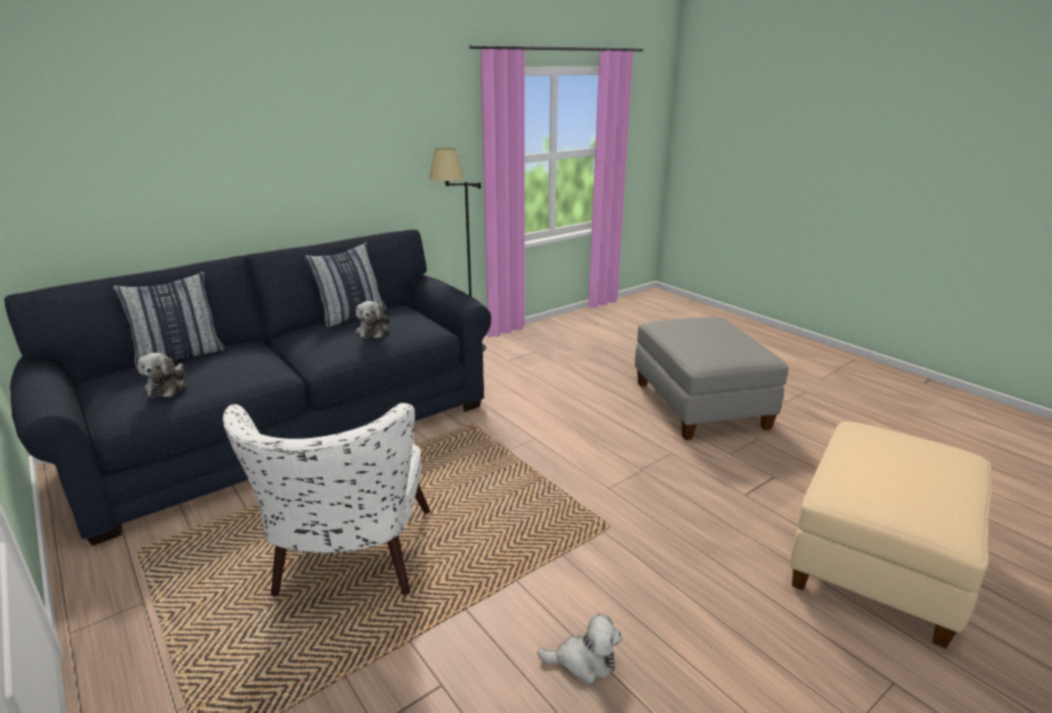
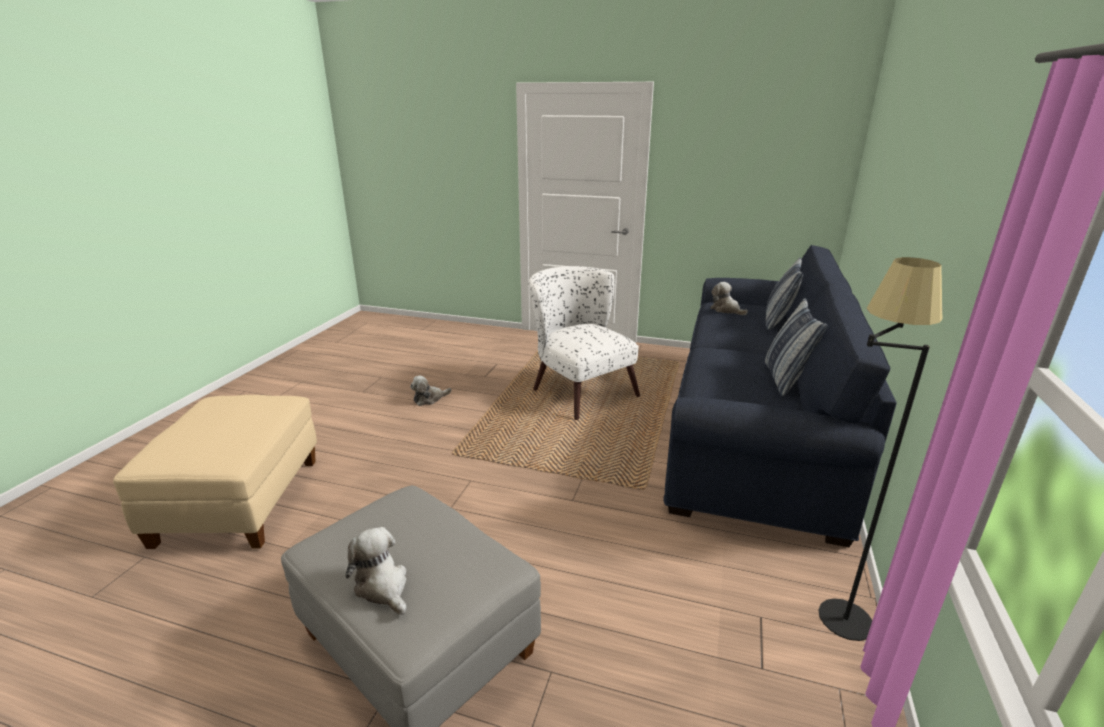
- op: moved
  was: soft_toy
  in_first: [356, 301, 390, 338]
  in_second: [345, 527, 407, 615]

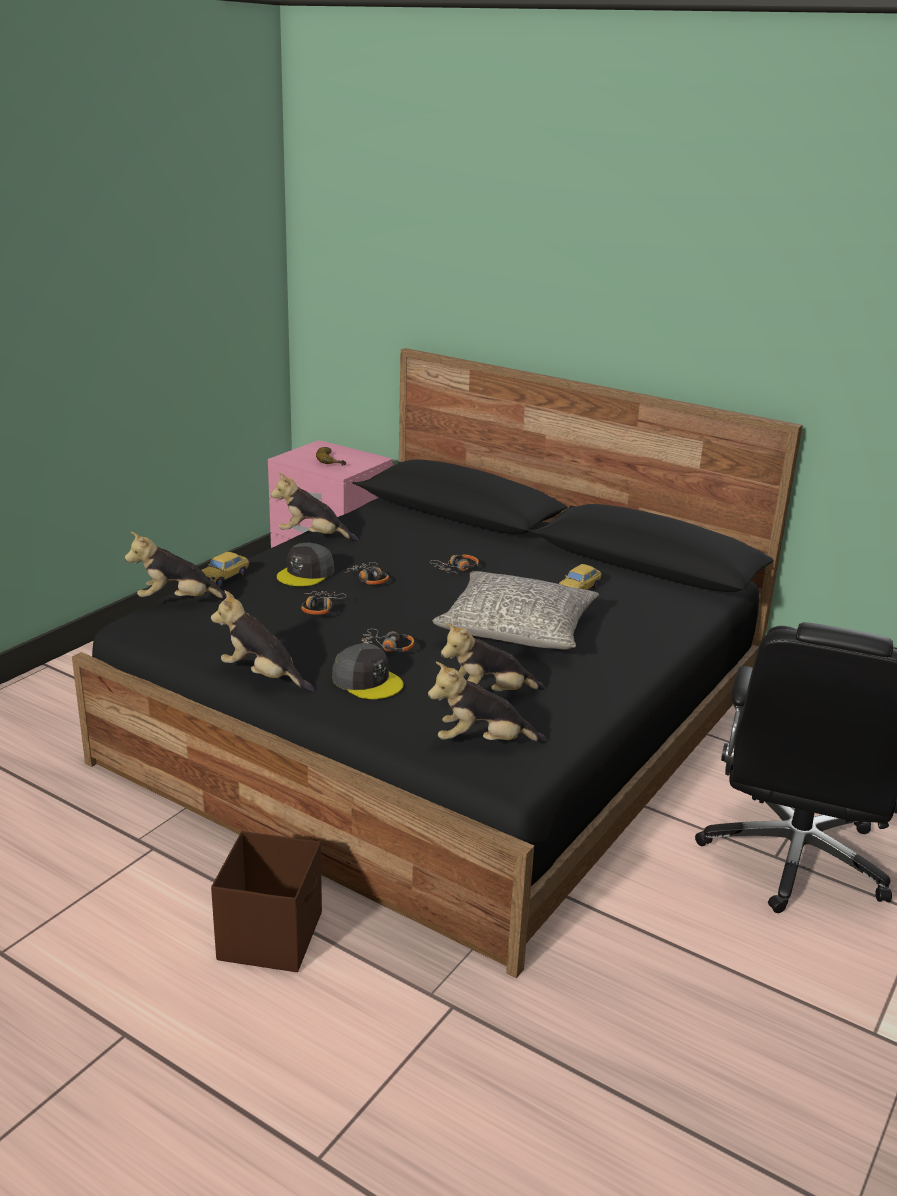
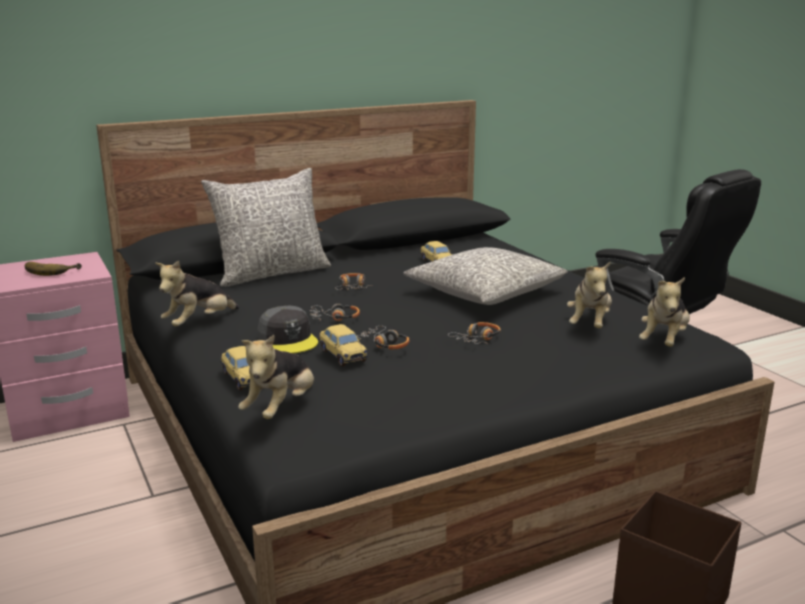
- op: added
  now: gray_cushion
  in_second: [201, 168, 331, 287]
- op: added
  now: miniature_car
  in_second: [318, 324, 368, 367]
- op: removed
  was: soft_toy
  in_first: [211, 590, 314, 692]
- op: removed
  was: gray_peaked_cap
  in_first: [332, 643, 403, 699]

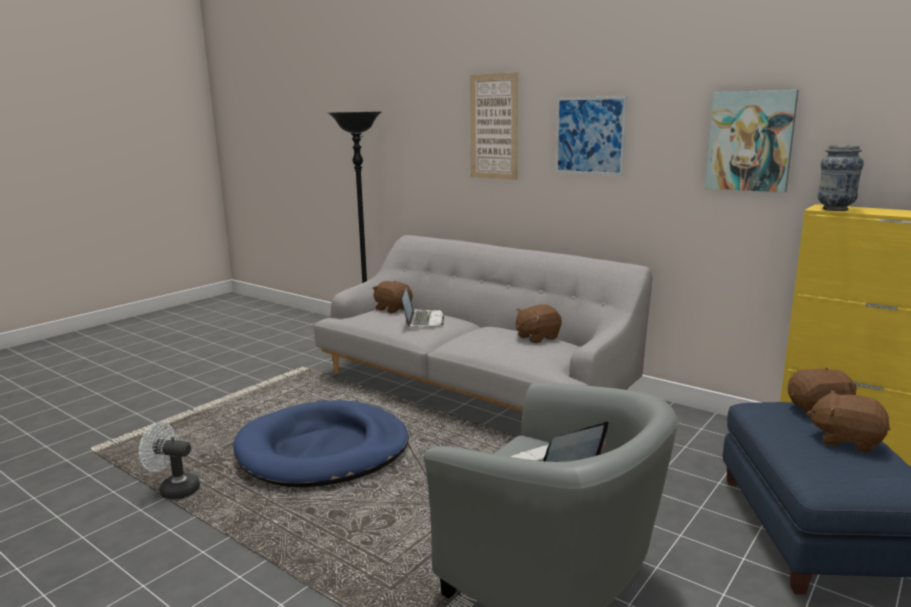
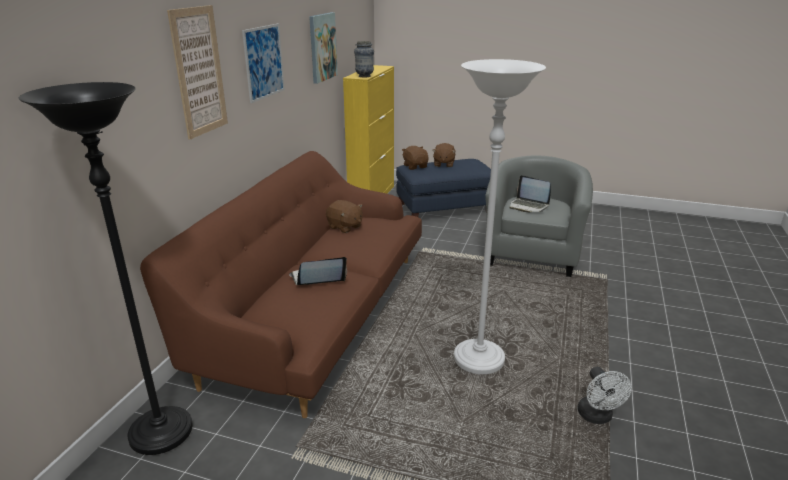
- op: recoloured
  was: gray_settee
  now: brownish_settee
  in_first: [314, 235, 653, 412]
  in_second: [140, 151, 422, 418]
- op: replaced
  was: bluish_pet_bed
  now: white_standard_lamp
  in_first: [233, 400, 409, 487]
  in_second: [454, 59, 546, 375]
- op: removed
  was: brownish_soft_toy
  in_first: [372, 281, 412, 313]

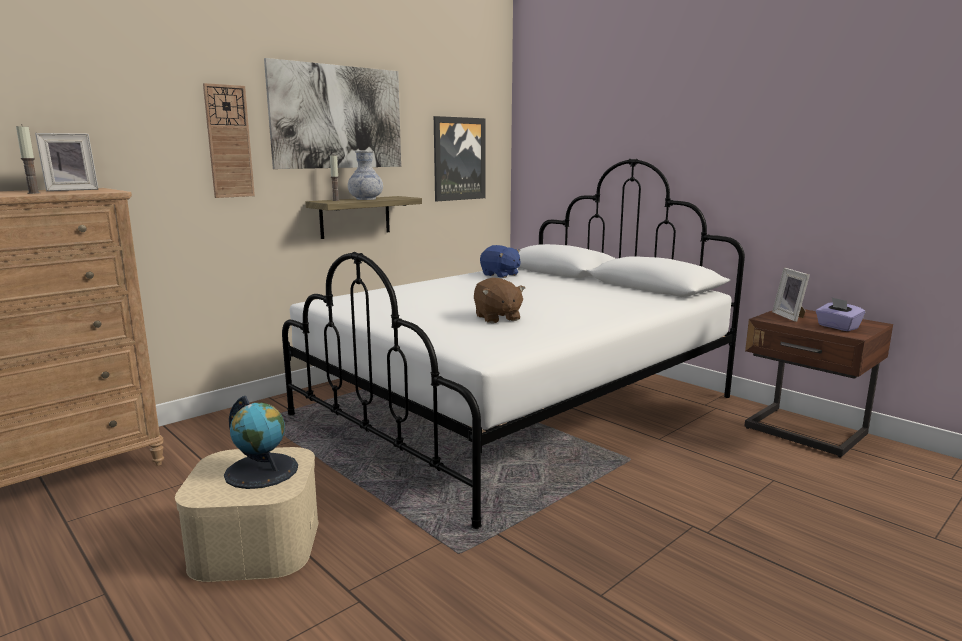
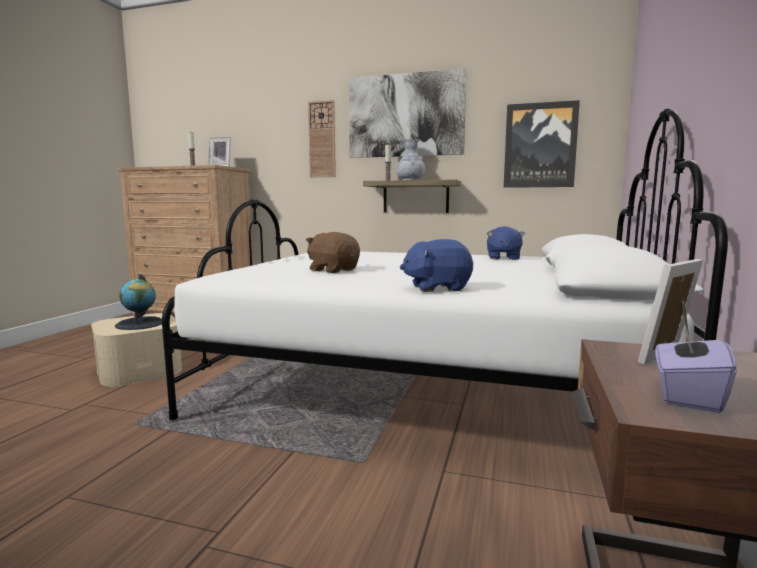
- op: turned
  was: brownish_soft_toy
  in_first: [474, 277, 525, 323]
  in_second: [306, 232, 360, 273]
  clockwise: 90
- op: added
  now: bluish_soft_toy
  in_second: [400, 239, 473, 292]

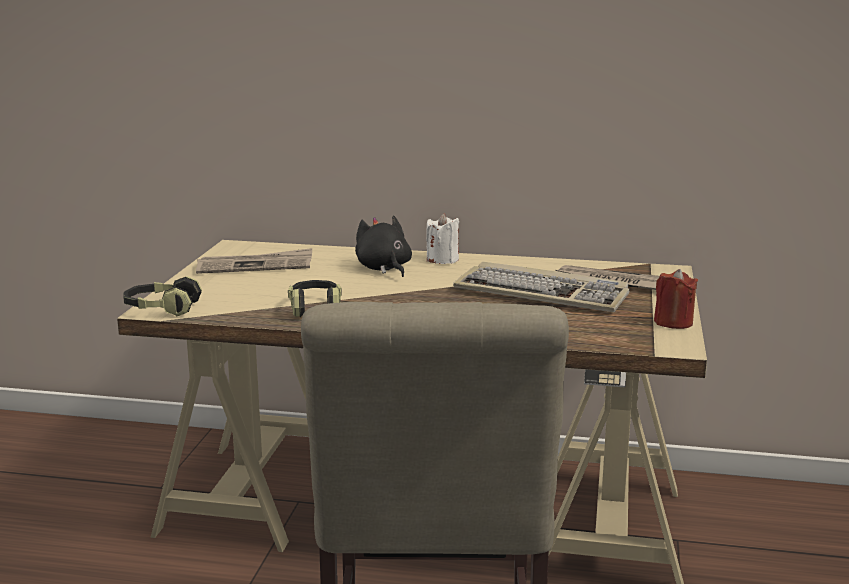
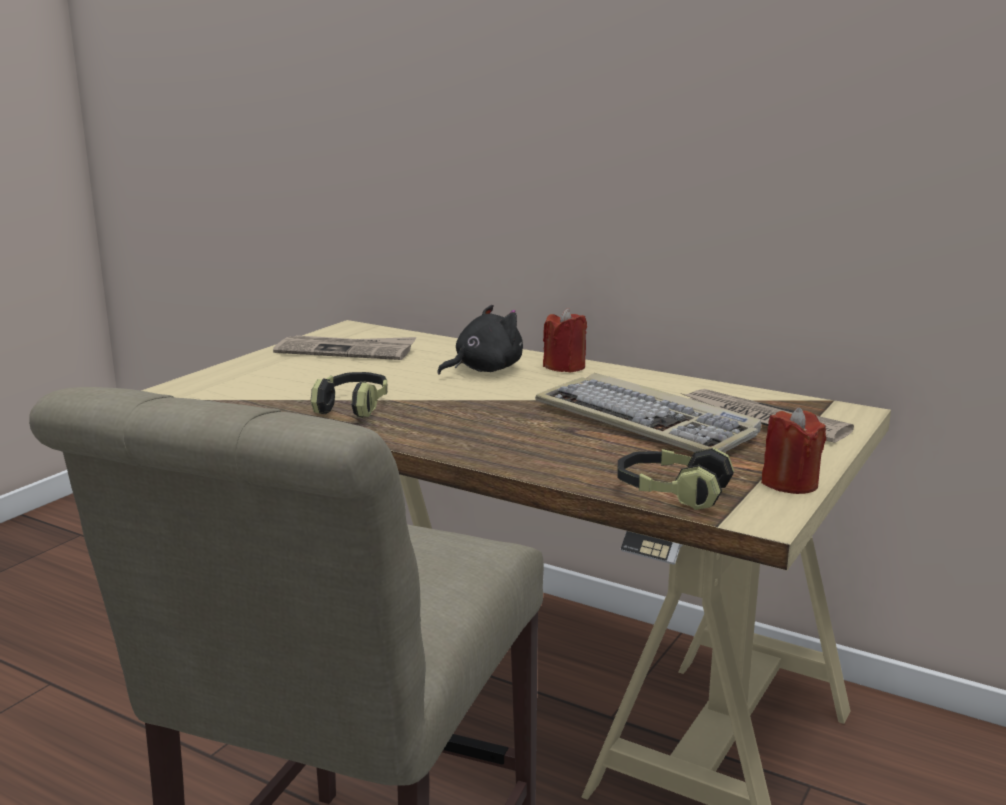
- op: turned
  was: blackish_soft_toy
  in_first: [355, 215, 412, 277]
  in_second: [437, 305, 523, 374]
  clockwise: 60
- op: recoloured
  was: white_wax_light
  now: red-coloured_wax_light
  in_first: [426, 213, 459, 264]
  in_second: [543, 308, 587, 373]
- op: moved
  was: pair_of_headphones
  in_first: [123, 276, 202, 317]
  in_second: [617, 448, 734, 510]

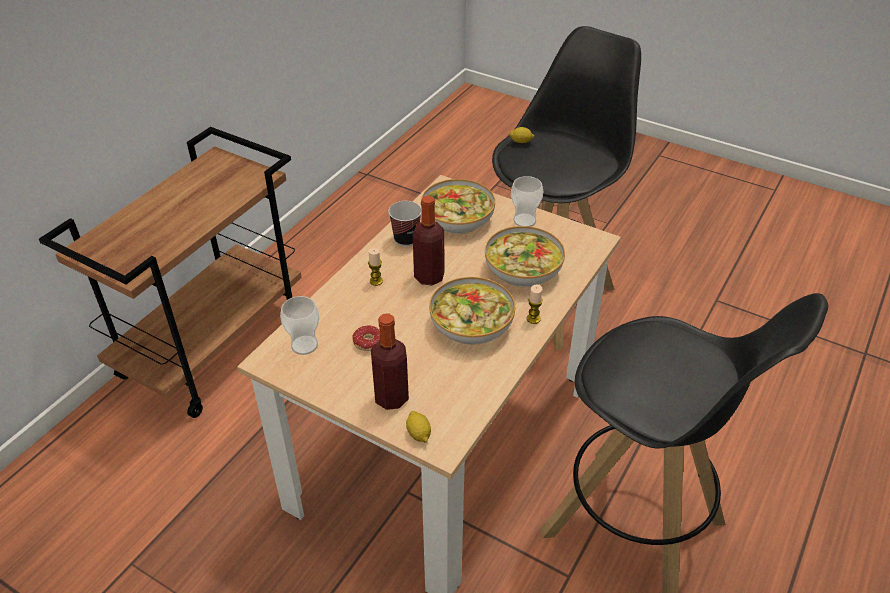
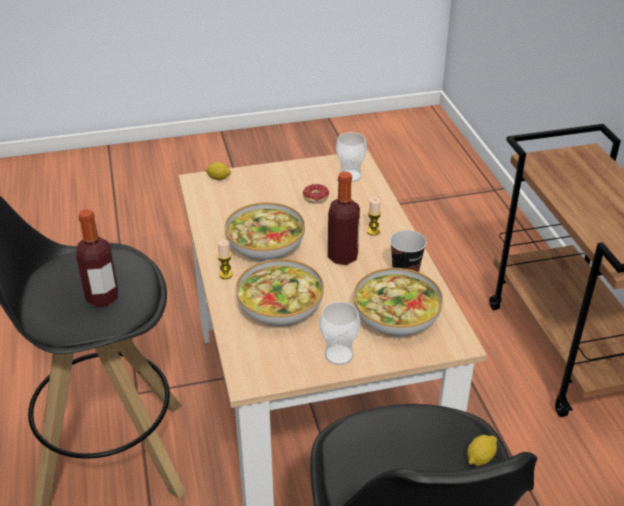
- op: moved
  was: drink_bottle
  in_first: [371, 313, 409, 410]
  in_second: [76, 209, 118, 307]

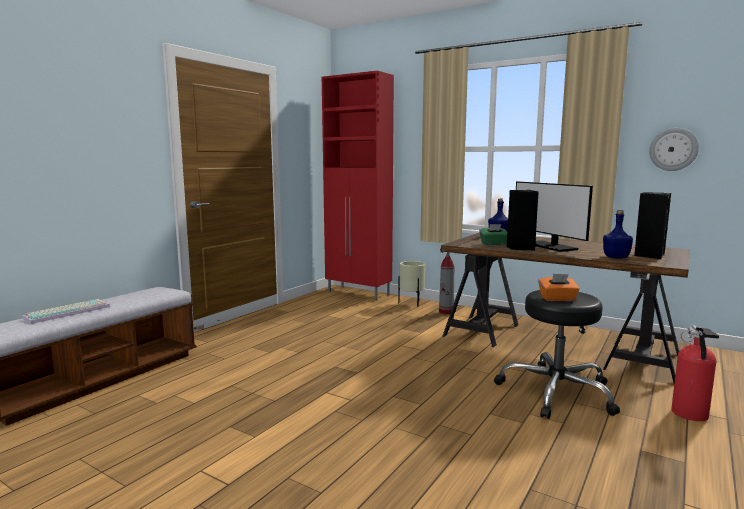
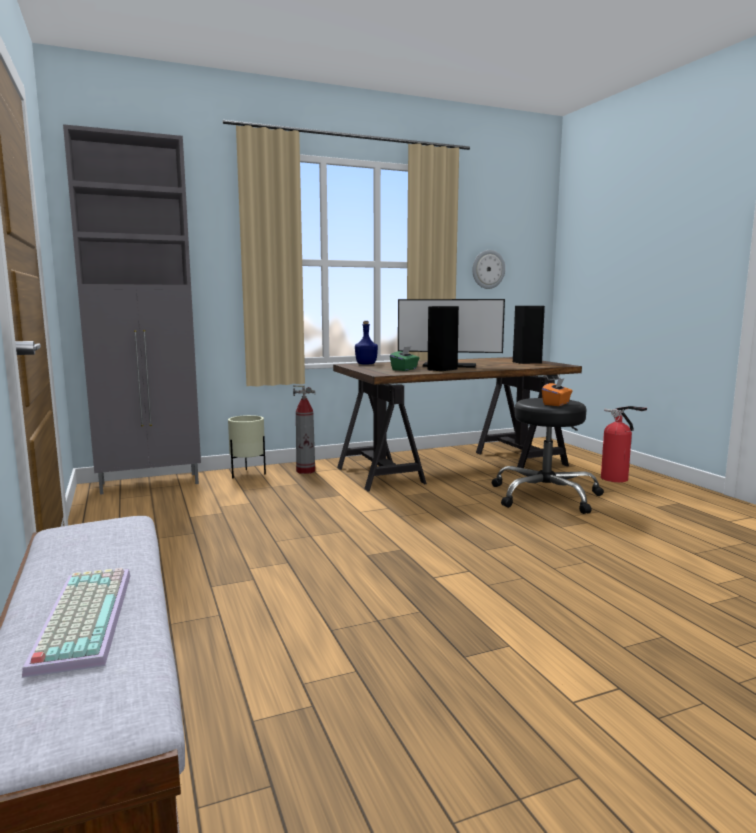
- op: recoloured
  was: red-coloured_storage_cabinet
  now: gray_storage_cabinet
  in_first: [322, 71, 394, 301]
  in_second: [63, 124, 201, 495]
- op: removed
  was: bluish_drink_bottle
  in_first: [603, 210, 633, 258]

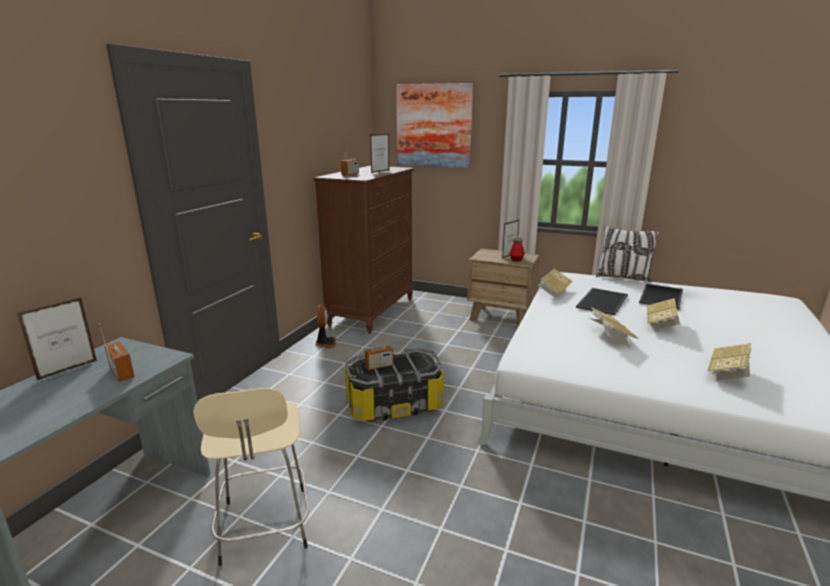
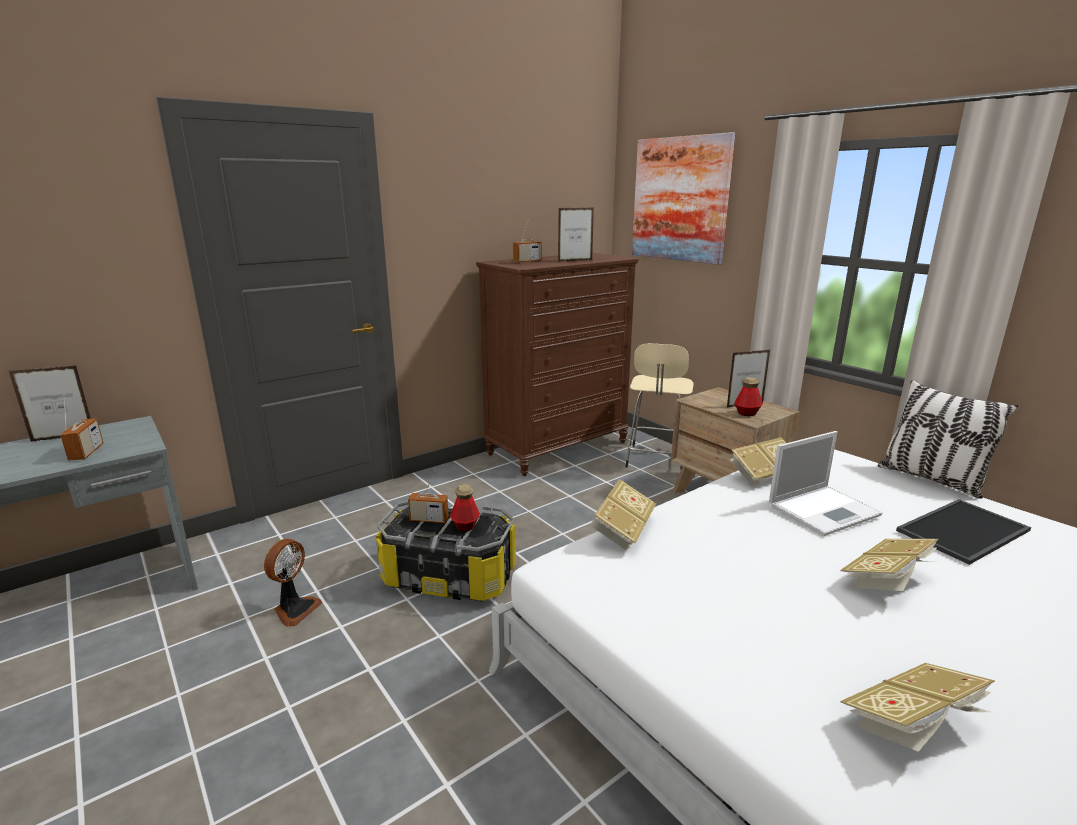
- op: moved
  was: cooling_fan
  in_first: [315, 304, 336, 348]
  in_second: [264, 539, 322, 627]
- op: added
  now: drink_bottle
  in_second: [450, 484, 480, 532]
- op: moved
  was: book
  in_first: [589, 307, 639, 345]
  in_second: [590, 479, 656, 551]
- op: moved
  was: beige_sitting_stool
  in_first: [193, 388, 309, 566]
  in_second: [625, 343, 693, 471]
- op: replaced
  was: tray
  now: laptop
  in_first: [576, 288, 628, 315]
  in_second: [769, 431, 882, 536]

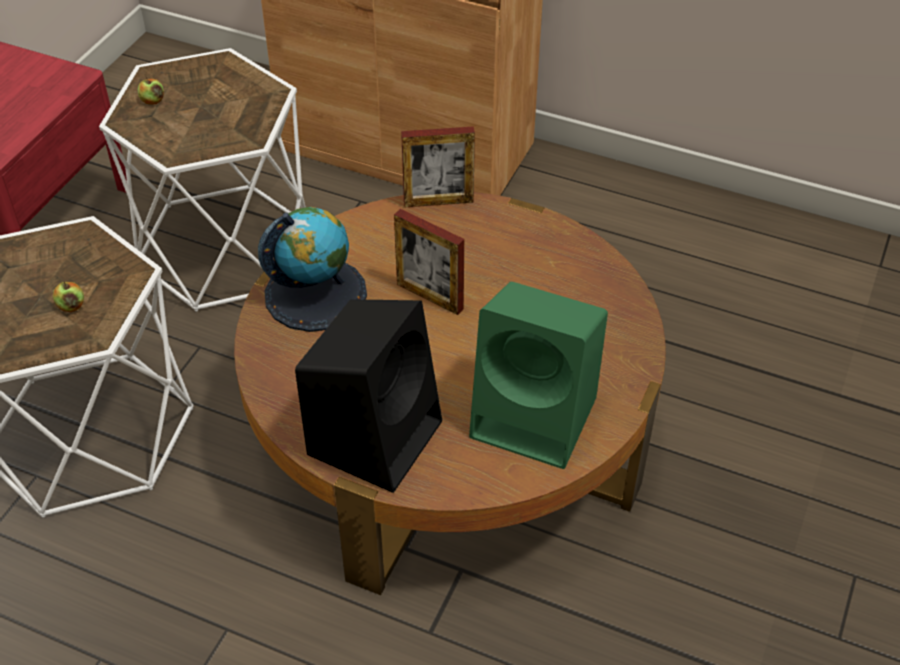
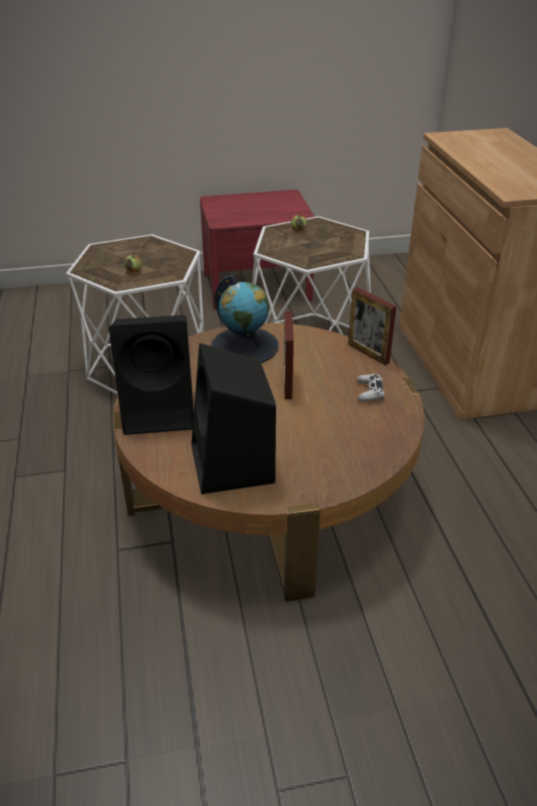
- op: recoloured
  was: green-coloured_audio_speaker
  now: blackish_audio_speaker
  in_first: [469, 282, 608, 469]
  in_second: [191, 343, 276, 494]
- op: added
  now: white_gamepad
  in_second: [356, 374, 384, 402]

